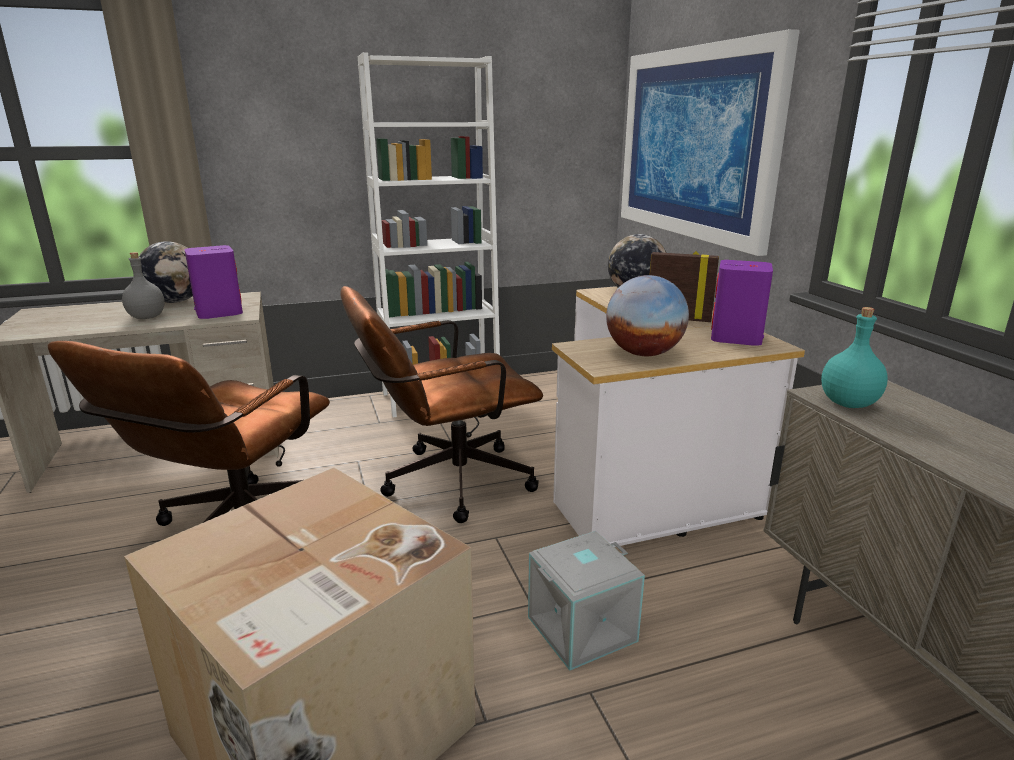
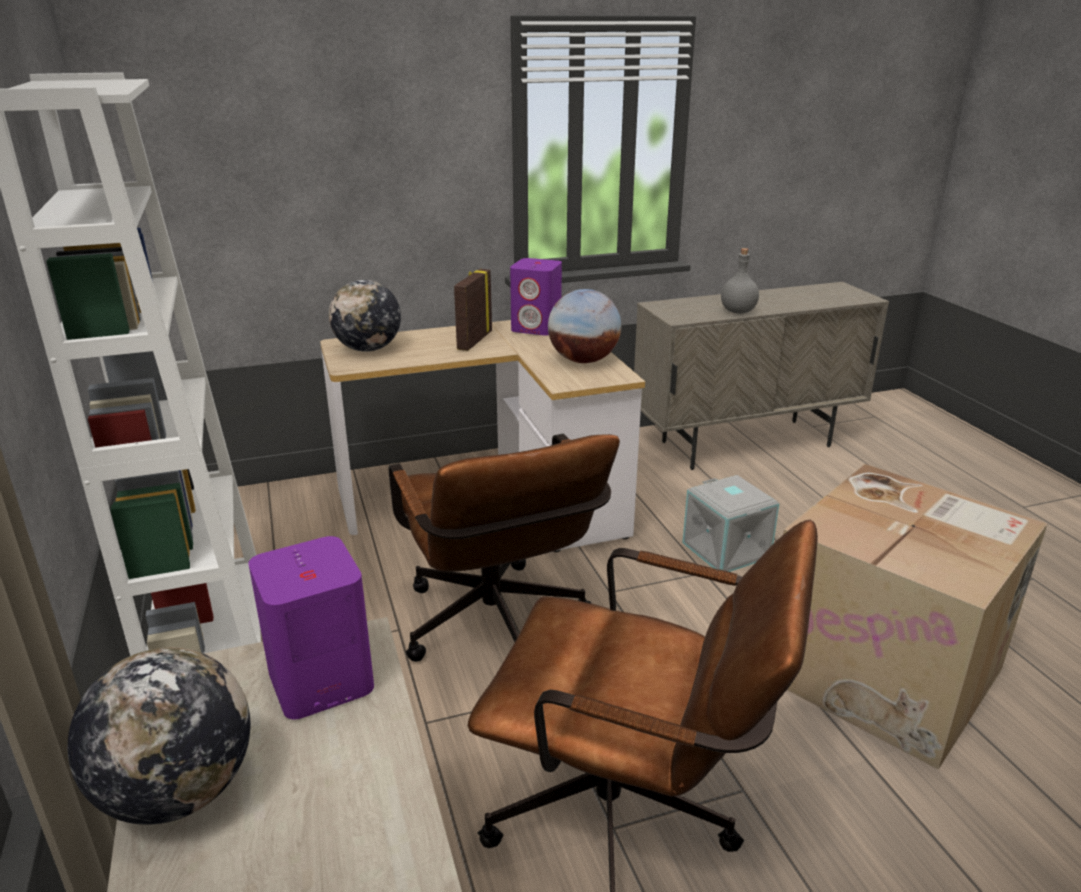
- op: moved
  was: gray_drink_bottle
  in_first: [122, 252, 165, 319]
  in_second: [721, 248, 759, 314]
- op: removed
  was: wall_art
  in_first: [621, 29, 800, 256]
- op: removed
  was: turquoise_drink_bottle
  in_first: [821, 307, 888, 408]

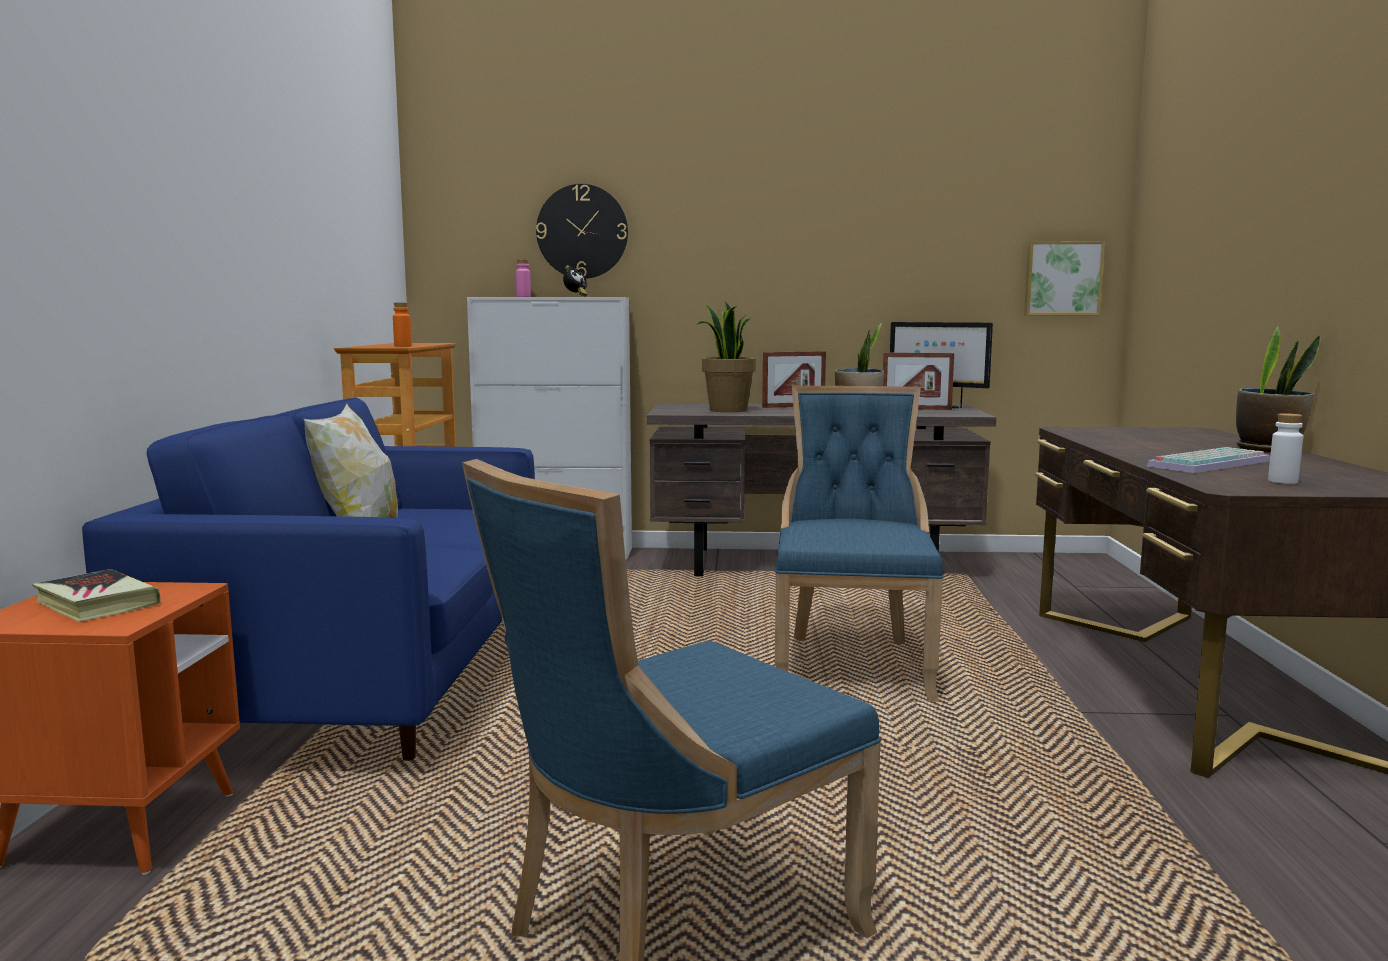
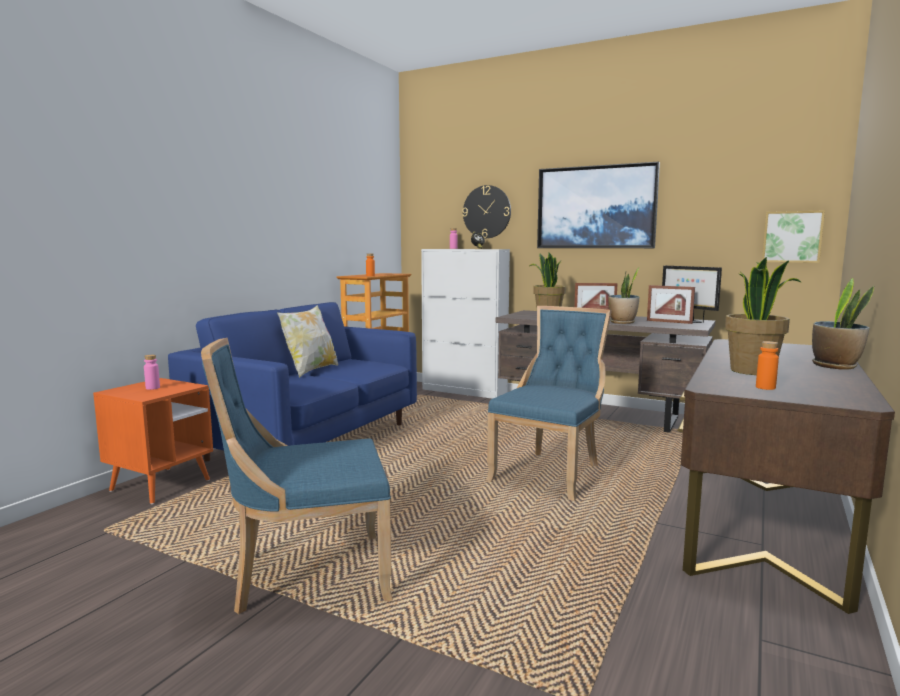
- op: replaced
  was: book
  now: pink_drink_bottle
  in_first: [32, 569, 161, 622]
  in_second: [144, 355, 160, 390]
- op: added
  now: wall_art
  in_second: [537, 162, 660, 248]
- op: replaced
  was: PC_keyboard
  now: plant_in_a_pot
  in_first: [1147, 447, 1270, 473]
  in_second: [725, 257, 801, 375]
- op: recoloured
  was: white_drink_bottle
  now: orange-coloured_drink_bottle
  in_first: [1268, 413, 1303, 484]
  in_second: [756, 341, 779, 390]

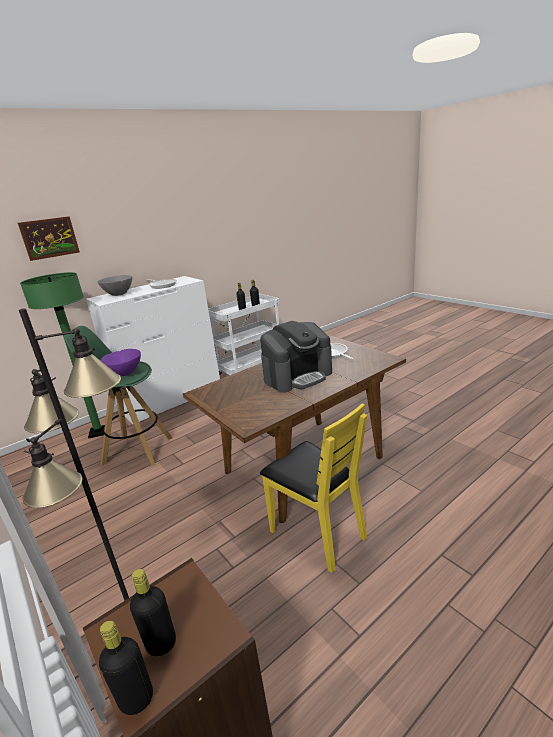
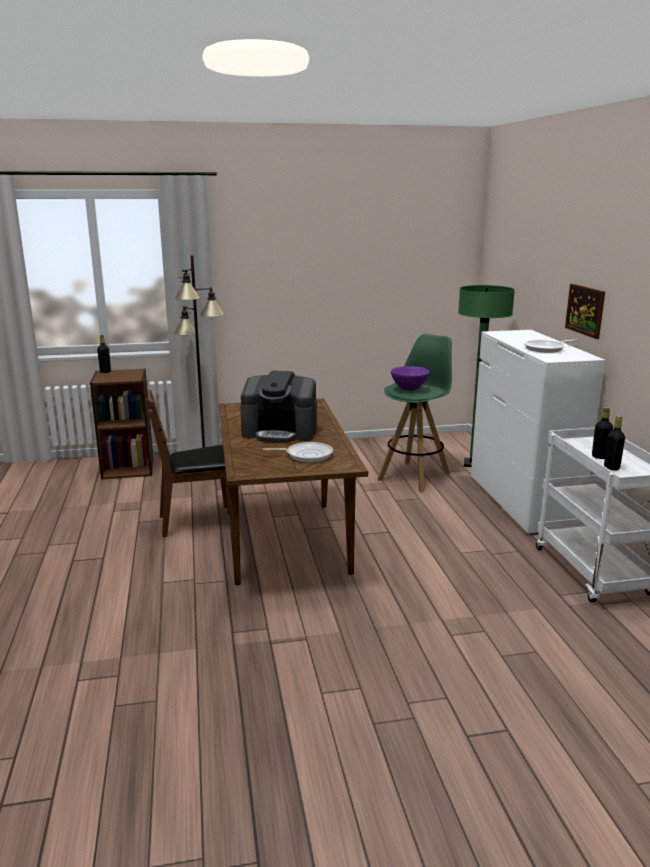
- op: recoloured
  was: yellow_chair
  now: brownish_chair
  in_first: [260, 403, 367, 573]
  in_second: [147, 390, 229, 537]
- op: turned
  was: coffee_machine
  in_first: [260, 321, 332, 393]
  in_second: [240, 371, 317, 443]
  clockwise: -75
- op: moved
  was: wall_art
  in_first: [18, 216, 80, 261]
  in_second: [565, 284, 605, 339]
- op: removed
  was: gray_bowl
  in_first: [98, 275, 132, 296]
- op: removed
  was: blackish_drink_bottle
  in_first: [130, 569, 176, 656]

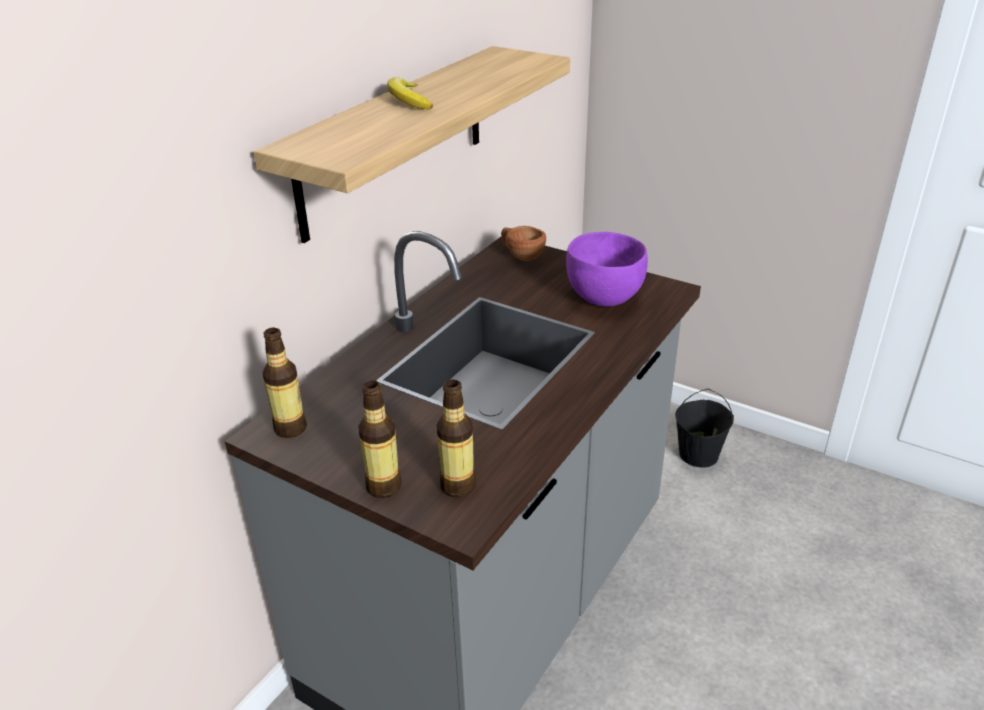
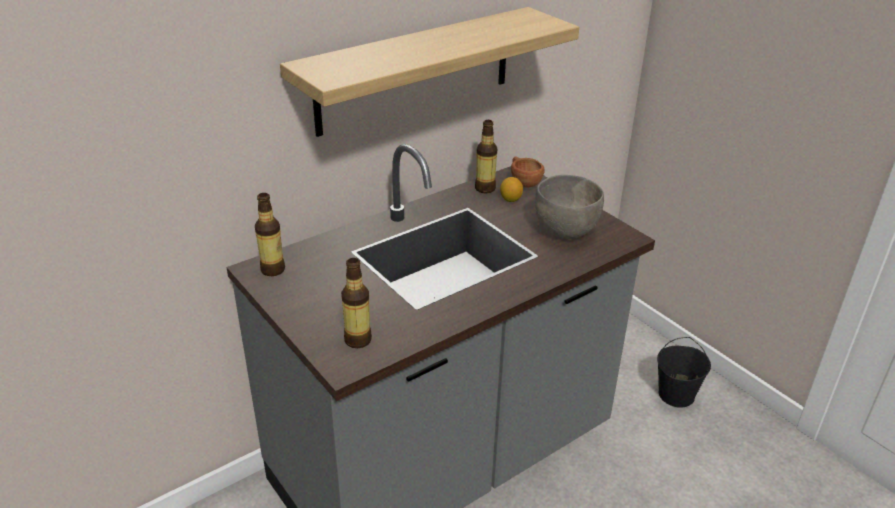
- op: moved
  was: drink_bottle
  in_first: [358, 381, 401, 498]
  in_second: [475, 120, 497, 193]
- op: added
  now: lemon
  in_second: [500, 177, 523, 202]
- op: recoloured
  was: purple_bowl
  now: gray_bowl
  in_first: [566, 232, 648, 306]
  in_second: [535, 175, 604, 239]
- op: removed
  was: whole_banana
  in_first: [387, 77, 433, 110]

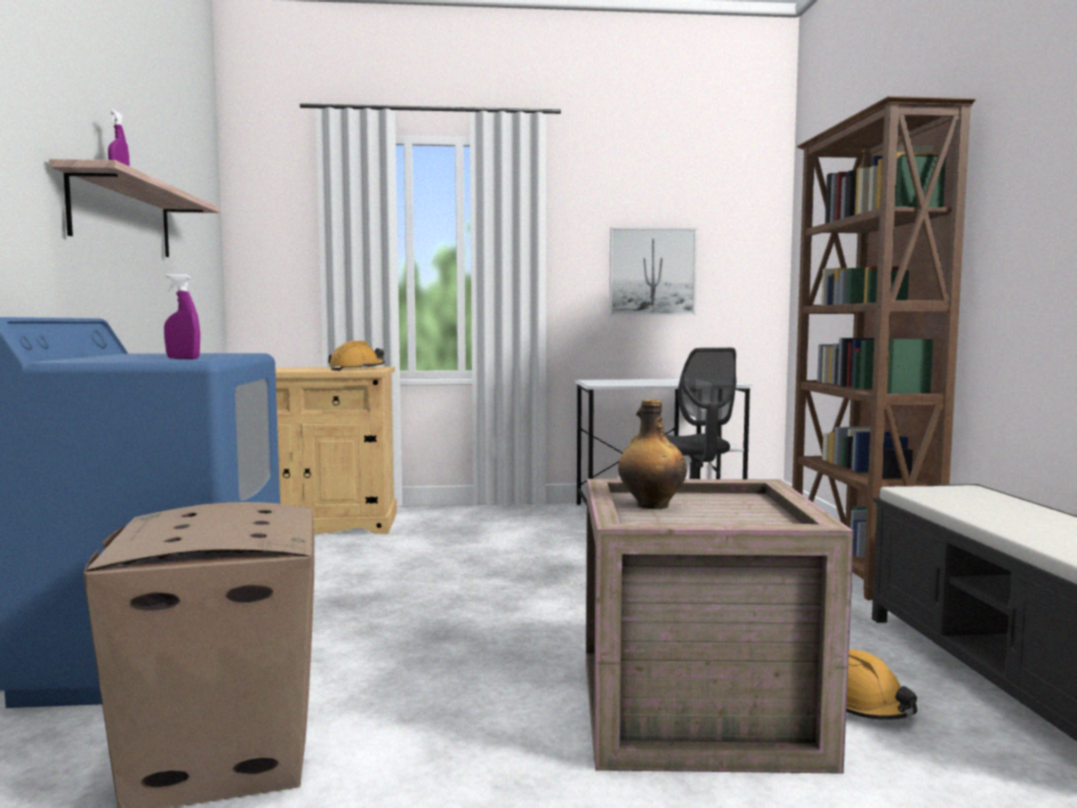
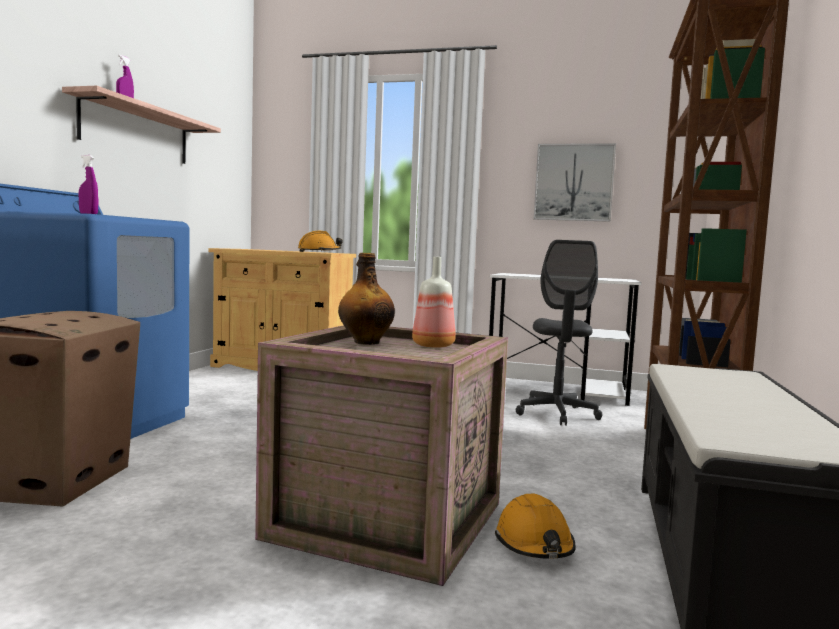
- op: added
  now: drink_bottle
  in_second: [412, 257, 456, 348]

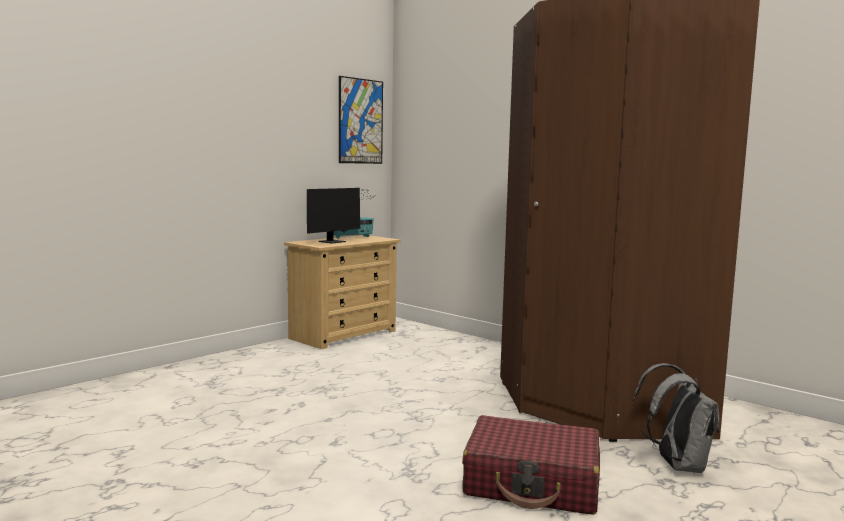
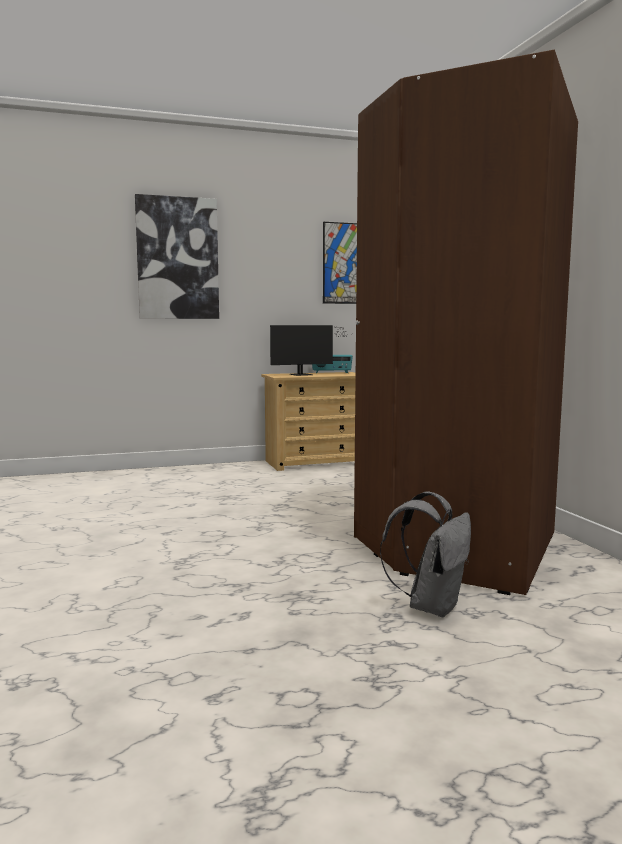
- op: added
  now: wall_art
  in_second: [135, 194, 219, 319]
- op: removed
  was: red-coloured_piece_of_luggage
  in_first: [462, 415, 600, 515]

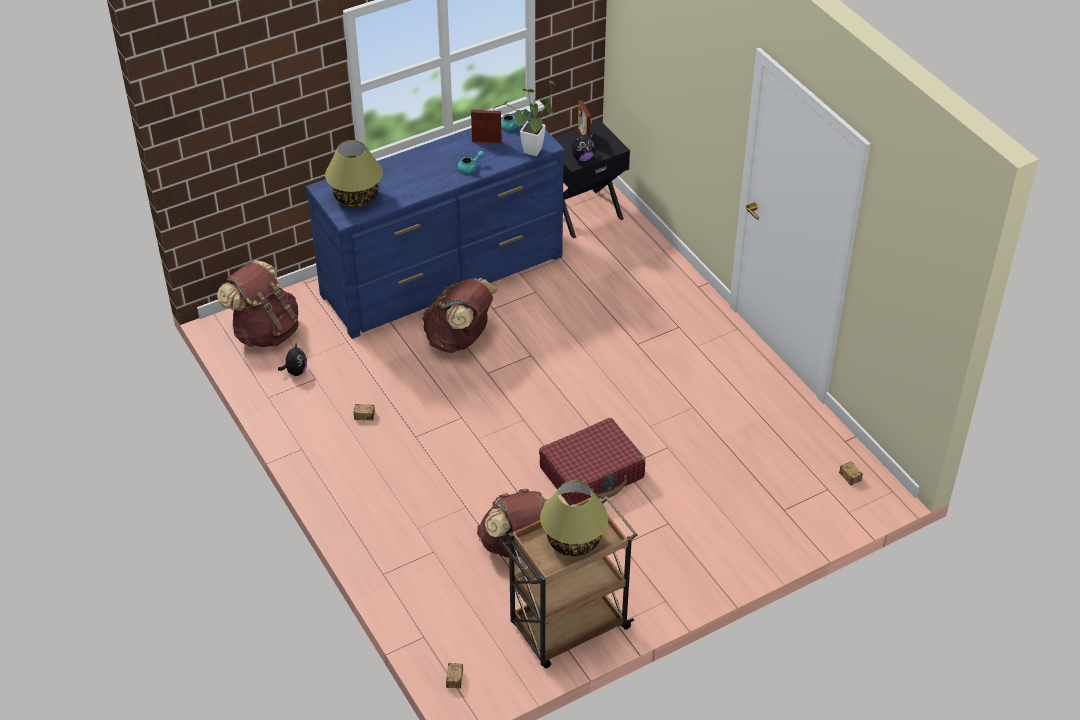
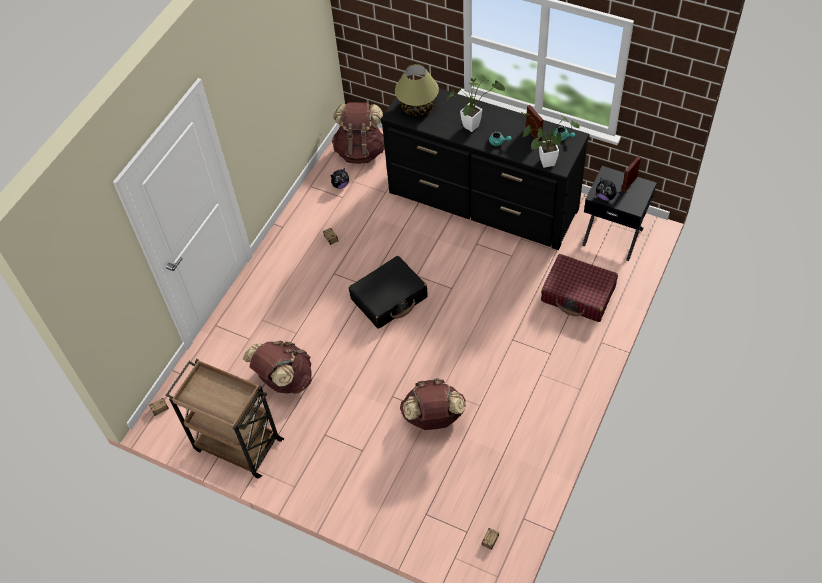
- op: added
  now: blackish_piece_of_luggage
  in_second: [349, 256, 428, 329]
- op: recoloured
  was: bluish_chest_of_drawers
  now: blackish_chest_of_drawers
  in_first: [306, 109, 565, 339]
  in_second: [381, 88, 590, 250]
- op: moved
  was: brownish_knapsack
  in_first: [422, 278, 498, 353]
  in_second: [400, 379, 466, 430]
- op: added
  now: plant_in_a_pot
  in_second: [447, 75, 505, 132]
- op: moved
  was: red-coloured_piece_of_luggage
  in_first: [539, 418, 645, 506]
  in_second: [541, 254, 618, 322]
- op: removed
  was: table_lamp
  in_first: [540, 480, 608, 557]

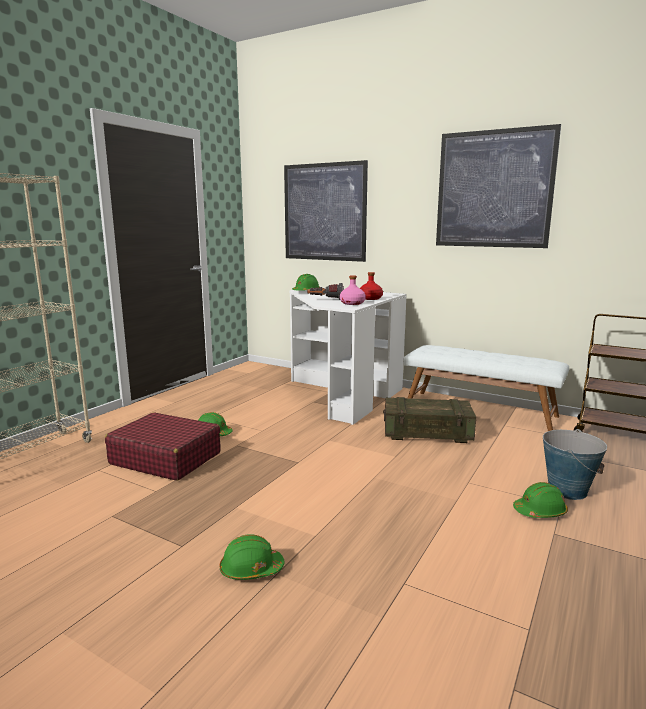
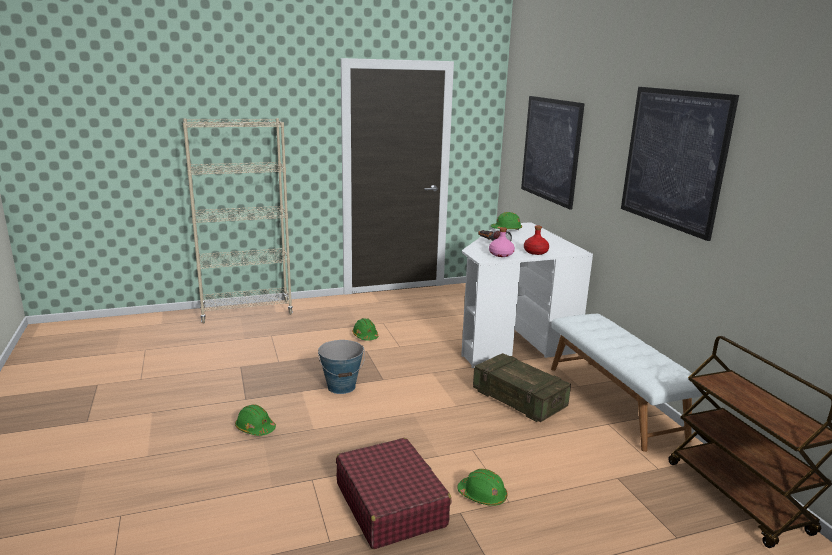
- op: moved
  was: bucket
  in_first: [543, 429, 607, 500]
  in_second: [318, 340, 365, 394]
- op: moved
  was: red-coloured_piece_of_luggage
  in_first: [105, 412, 221, 481]
  in_second: [336, 438, 451, 549]

